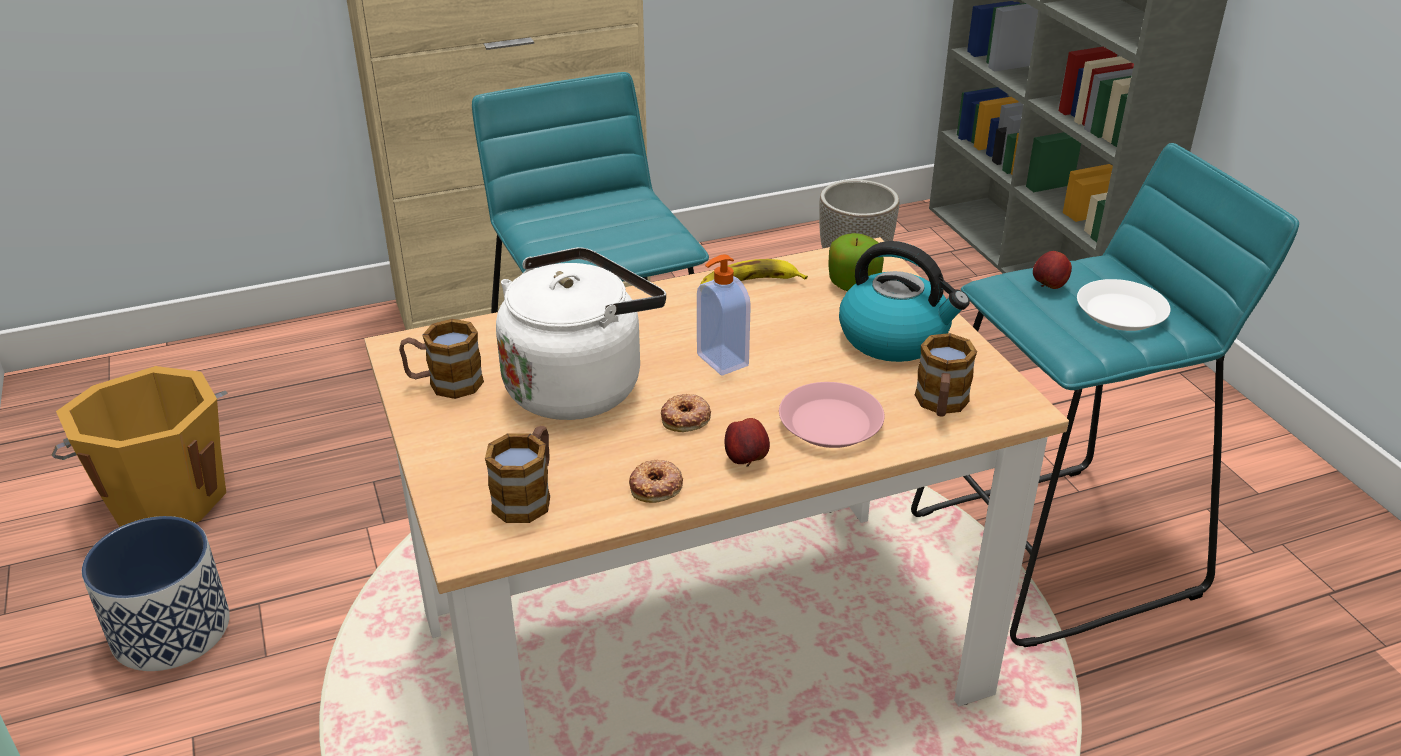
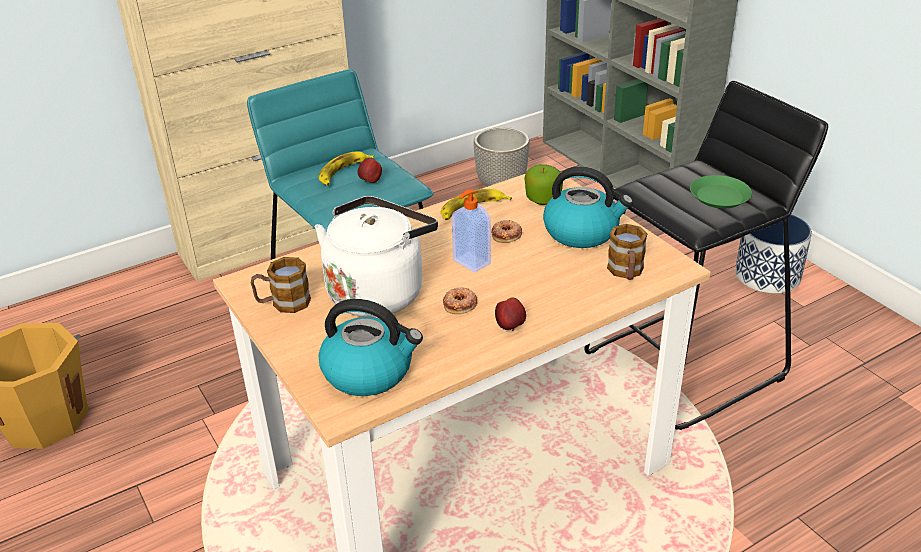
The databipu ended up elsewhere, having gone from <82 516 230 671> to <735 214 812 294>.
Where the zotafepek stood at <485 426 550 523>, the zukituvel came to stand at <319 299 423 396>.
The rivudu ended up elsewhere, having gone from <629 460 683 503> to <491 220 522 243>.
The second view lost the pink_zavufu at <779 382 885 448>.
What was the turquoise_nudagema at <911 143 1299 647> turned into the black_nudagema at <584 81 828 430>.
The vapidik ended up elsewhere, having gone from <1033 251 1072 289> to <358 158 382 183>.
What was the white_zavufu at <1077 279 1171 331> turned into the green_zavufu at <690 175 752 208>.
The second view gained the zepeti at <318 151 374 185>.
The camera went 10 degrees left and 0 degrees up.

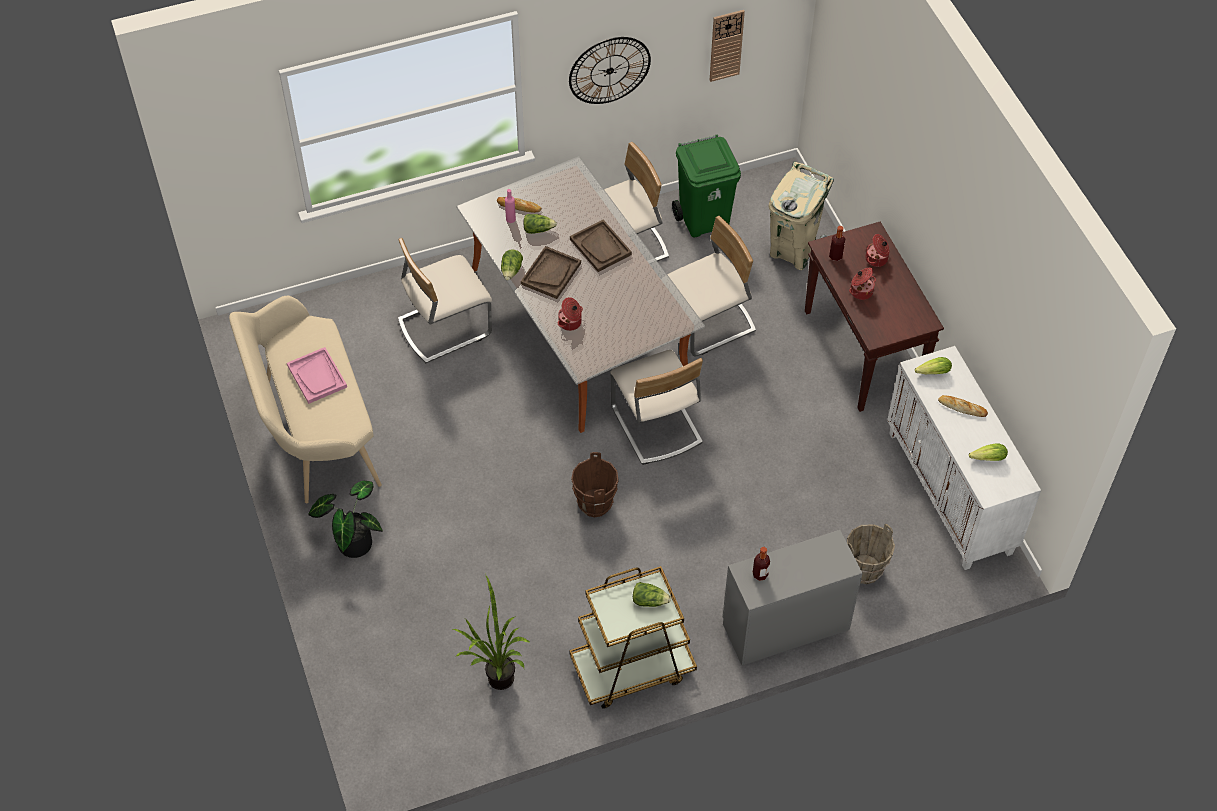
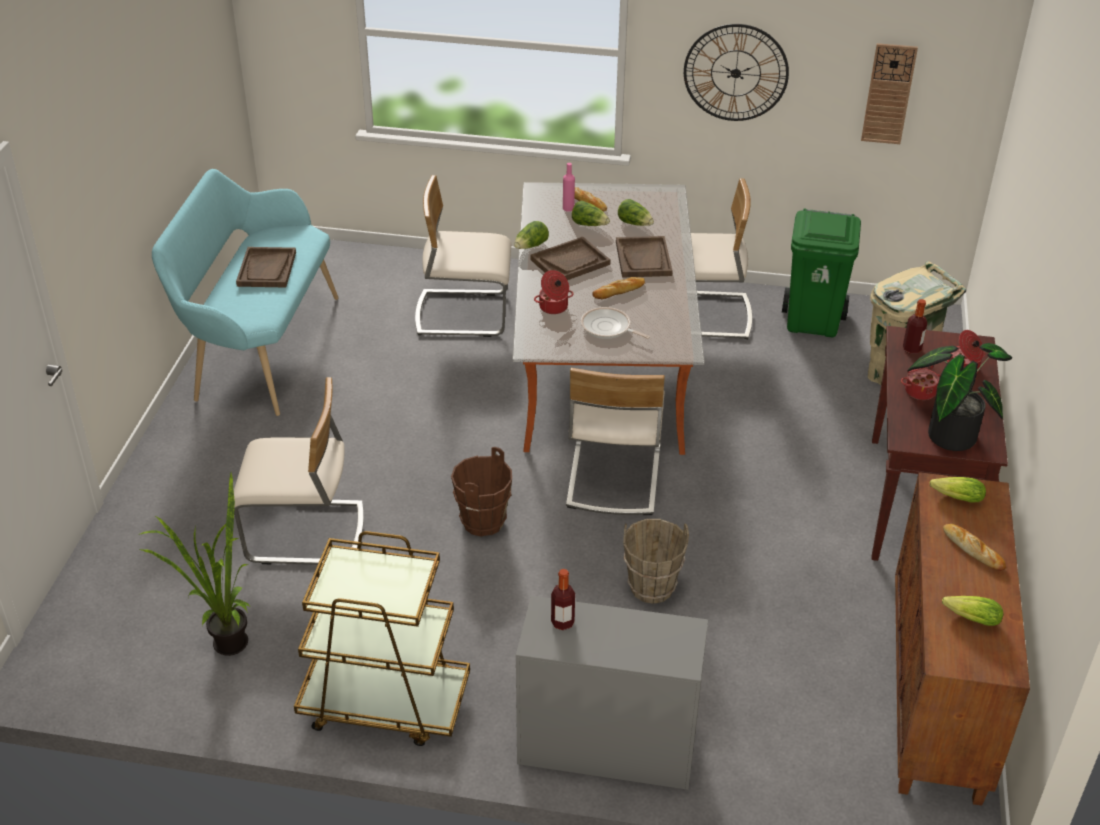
What was the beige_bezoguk at <229 296 382 503> turned into the turquoise_bezoguk at <152 169 338 416>.
What was the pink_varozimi at <287 347 347 404> turned into the brown_varozimi at <236 247 296 288>.
The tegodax ended up elsewhere, having gone from <308 481 383 558> to <908 343 1012 451>.
The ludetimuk ended up elsewhere, having gone from <633 582 671 607> to <618 199 654 226>.
The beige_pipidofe ended up elsewhere, having gone from <667 216 756 356> to <234 377 364 565>.
The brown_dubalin ended up elsewhere, having gone from <847 524 895 584> to <623 519 689 604>.
What was the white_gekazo at <887 346 1041 570> turned into the brown_gekazo at <895 472 1030 806>.
The second view gained the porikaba at <581 307 650 339>.
The second view gained the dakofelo at <592 277 645 299>.
The camera went 30 degrees right and 15 degrees down.

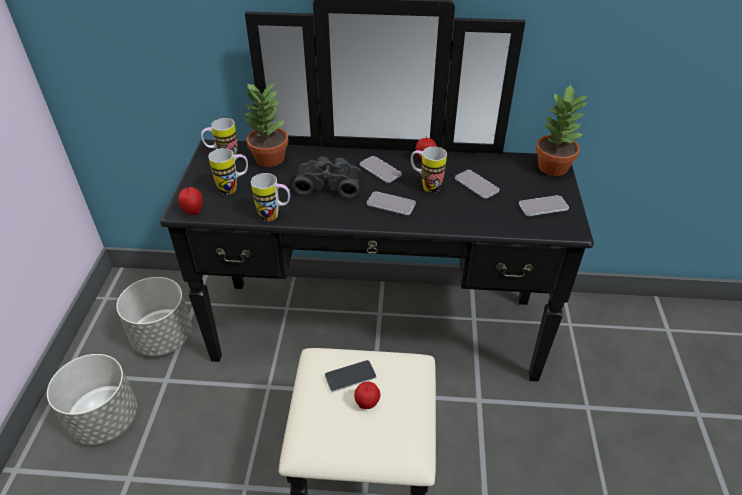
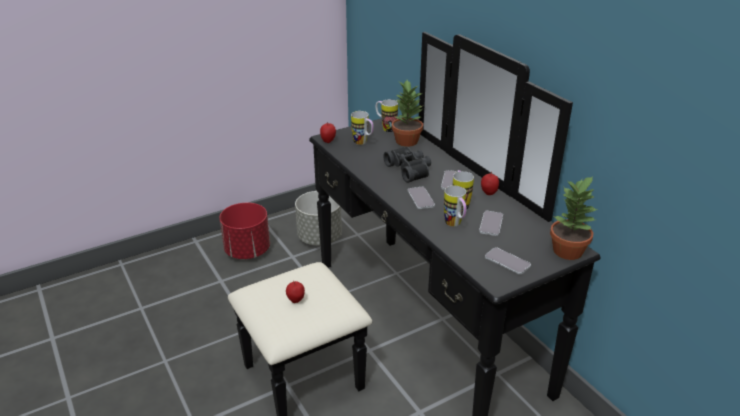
What was the grey_databipu at <47 354 137 445> turned into the red_databipu at <219 203 270 259>.
The zotafepek ended up elsewhere, having gone from <251 173 290 221> to <444 185 466 227>.
The second view lost the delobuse at <325 360 377 392>.
The camera went 55 degrees right and 10 degrees down.

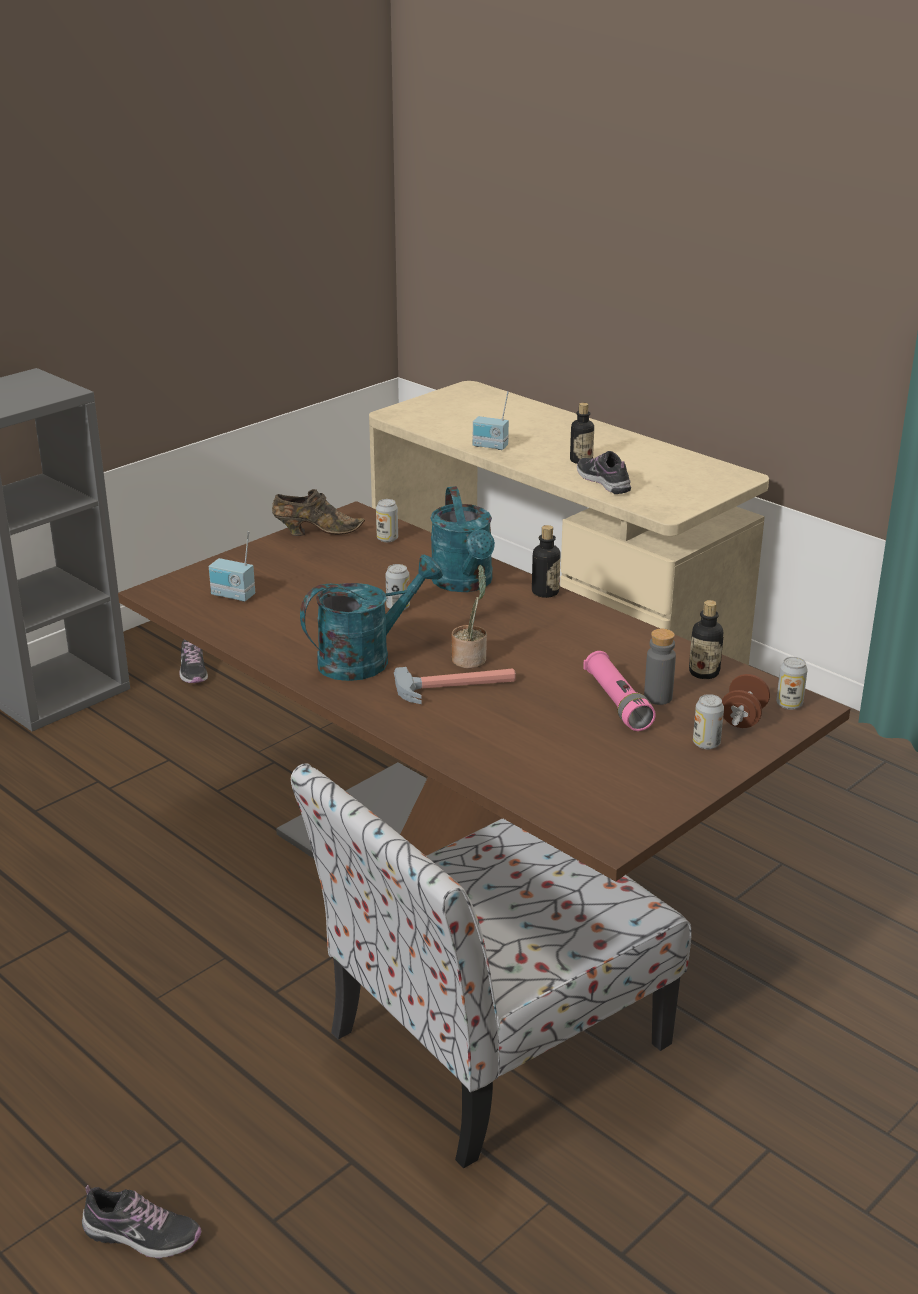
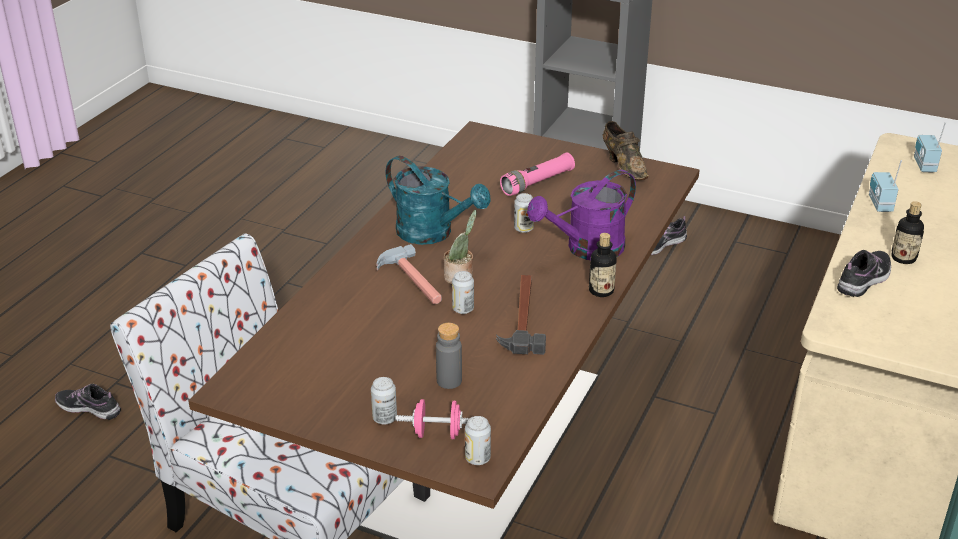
The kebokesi at <82 1185 202 1258> ended up facing another way, 120 degrees clockwise from before.
The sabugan ended up elsewhere, having gone from <209 531 255 602> to <914 122 946 172>.
The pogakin ended up elsewhere, having gone from <376 499 398 542> to <452 271 474 314>.
What was the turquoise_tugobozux at <430 486 495 592> turned into the purple_tugobozux at <527 170 636 260>.
The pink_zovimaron ended up elsewhere, having gone from <583 651 656 731> to <500 152 575 196>.
The second view lost the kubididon at <689 600 723 679>.
What was the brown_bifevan at <722 674 770 728> turned into the pink_bifevan at <396 399 470 439>.
The second view gained the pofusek at <496 275 546 355>.
The camera went 70 degrees right and 5 degrees up.

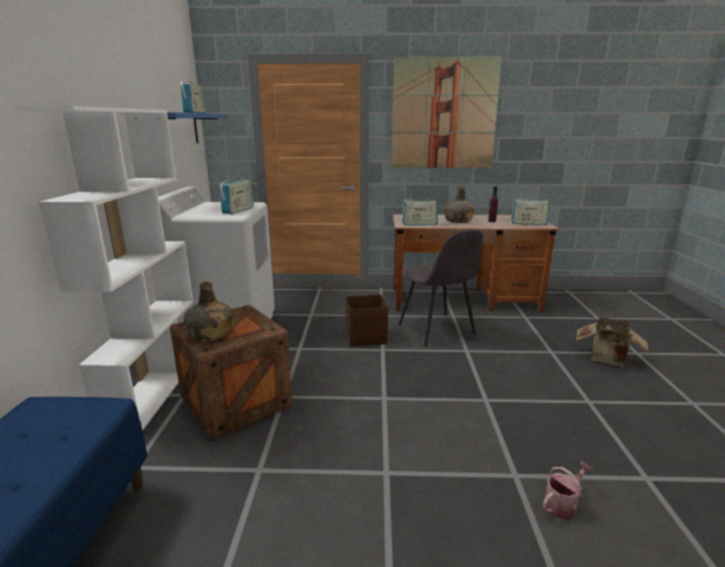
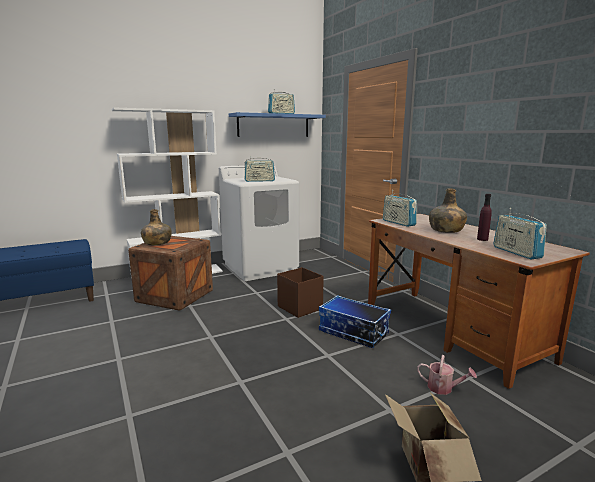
The second view lost the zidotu at <392 57 502 168>.
Where the grey_pipidofe stood at <399 229 483 346>, the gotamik came to stand at <319 295 391 348>.
The tugobozux ended up elsewhere, having gone from <543 461 593 520> to <417 355 477 395>.
The camera went 60 degrees right and 5 degrees down.

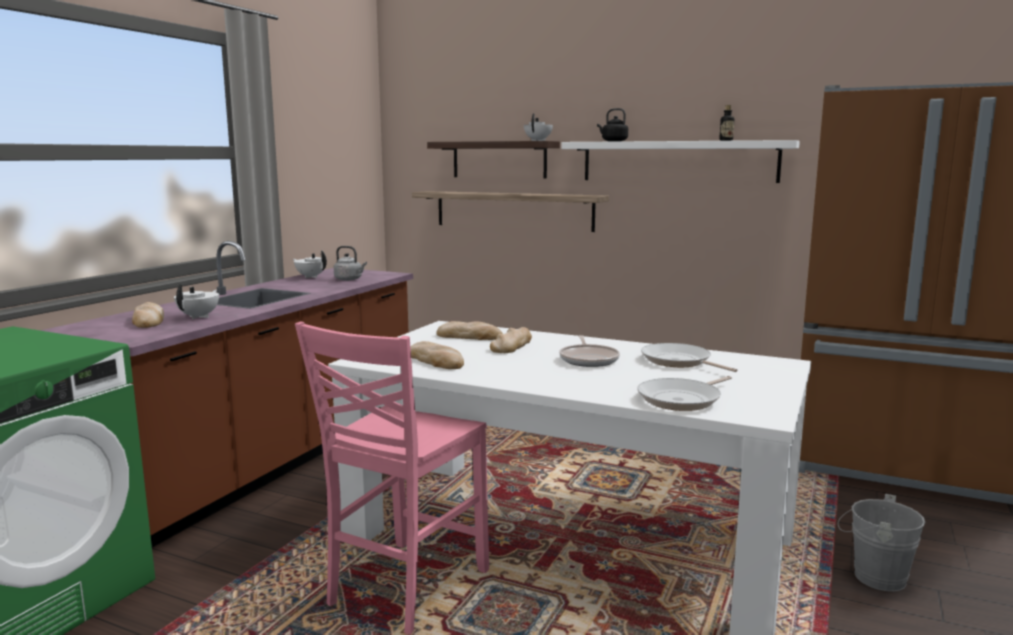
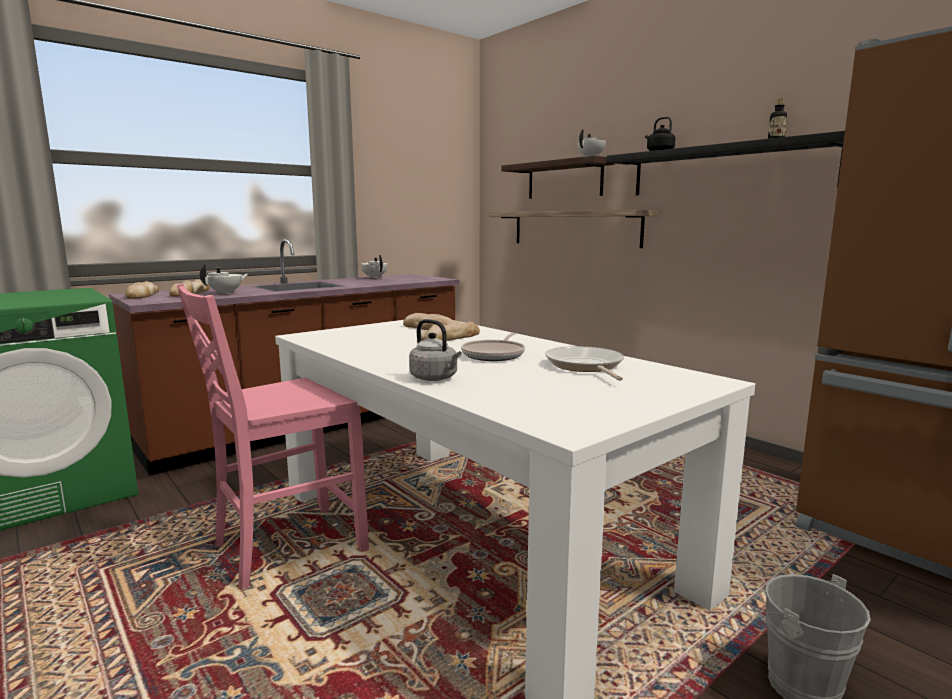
The grey_zukituvel ended up elsewhere, having gone from <334 246 367 281> to <409 319 462 381>.
The dakofelo ended up elsewhere, having gone from <411 341 464 369> to <125 281 159 299>.
What was the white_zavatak at <561 140 800 183> turned into the black_zavatak at <606 131 845 195>.
The second view lost the porikaba at <637 376 732 411>.
The camera went 25 degrees right and 0 degrees up.

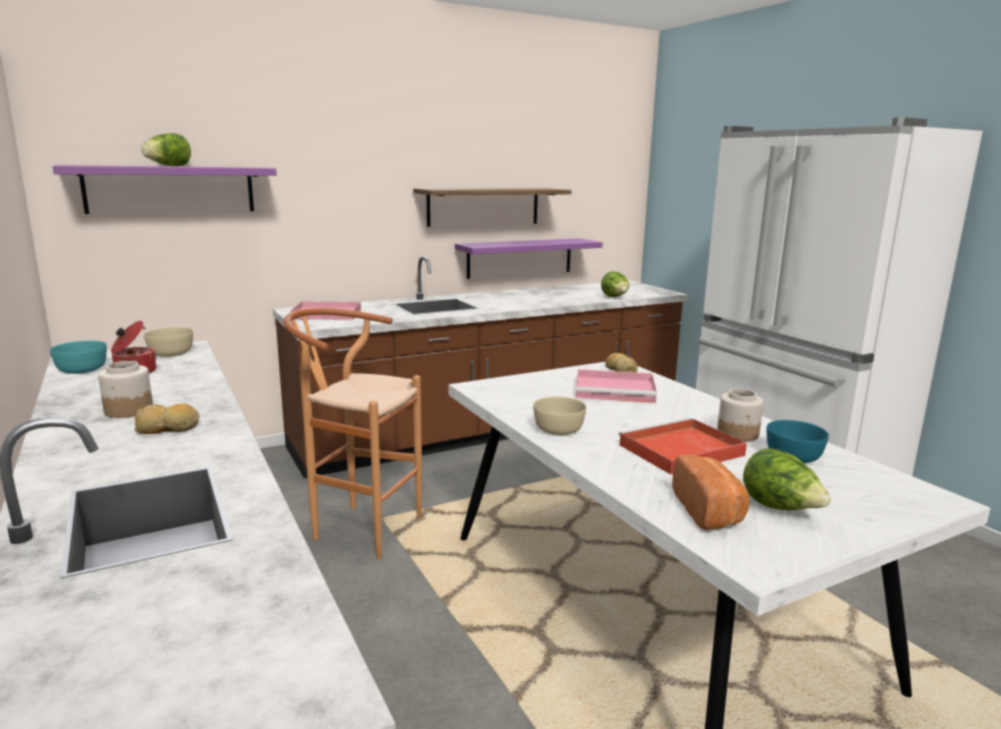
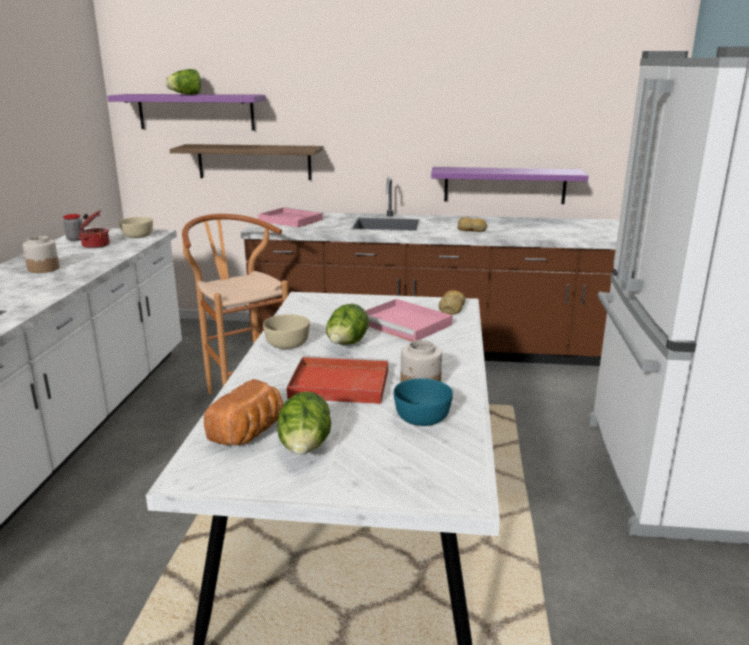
Where the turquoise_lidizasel stood at <50 341 107 374>, the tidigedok came to stand at <63 214 82 241>.
The dakofelo ended up elsewhere, having gone from <134 403 200 434> to <457 217 487 232>.
The zavatak ended up elsewhere, having gone from <413 188 572 227> to <169 144 323 180>.
The ludetimuk ended up elsewhere, having gone from <601 271 629 297> to <326 304 369 345>.
The camera went 35 degrees right and 5 degrees up.

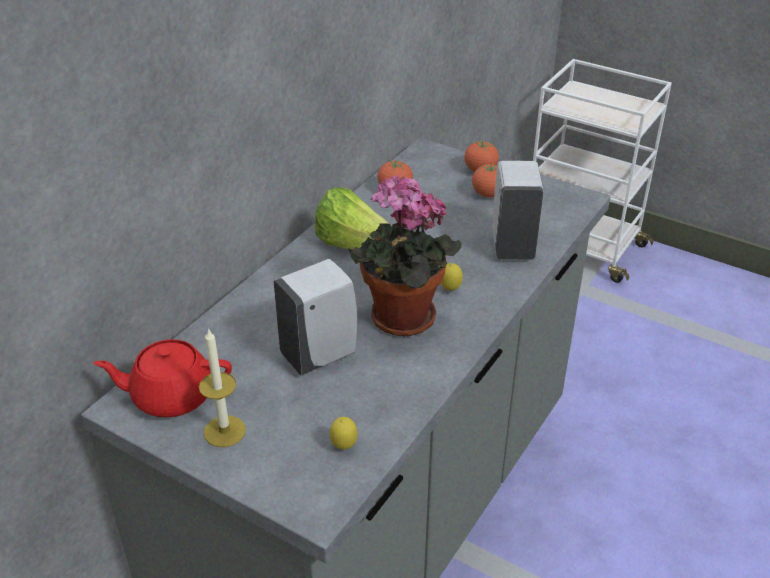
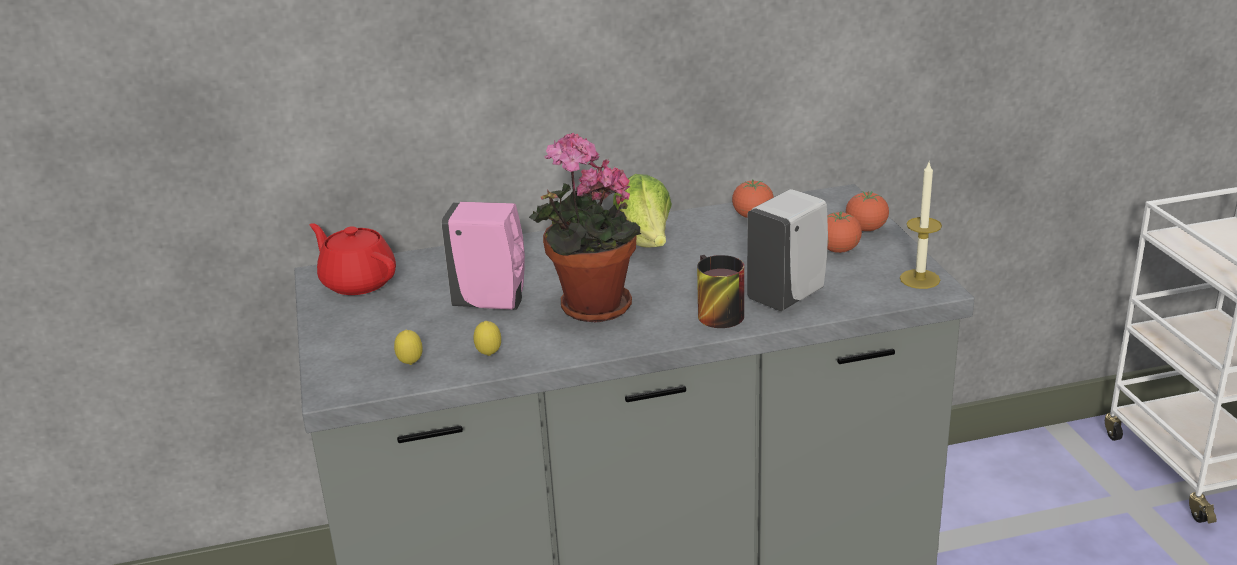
The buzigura ended up elsewhere, having gone from <199 328 246 447> to <900 160 942 289>.
What was the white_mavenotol at <274 259 358 375> turned into the pink_mavenotol at <441 202 525 310>.
The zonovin ended up elsewhere, having gone from <441 263 463 291> to <474 321 501 356>.
The second view gained the zotafepek at <697 255 744 328>.
The camera went 45 degrees right and 10 degrees down.

